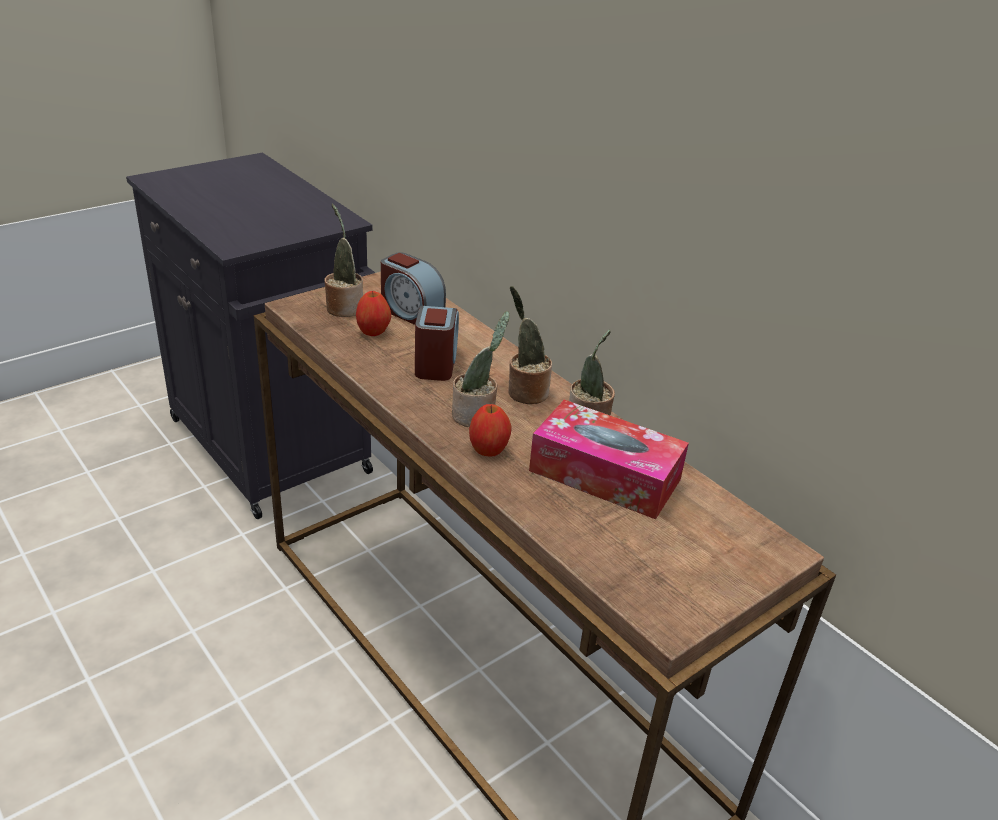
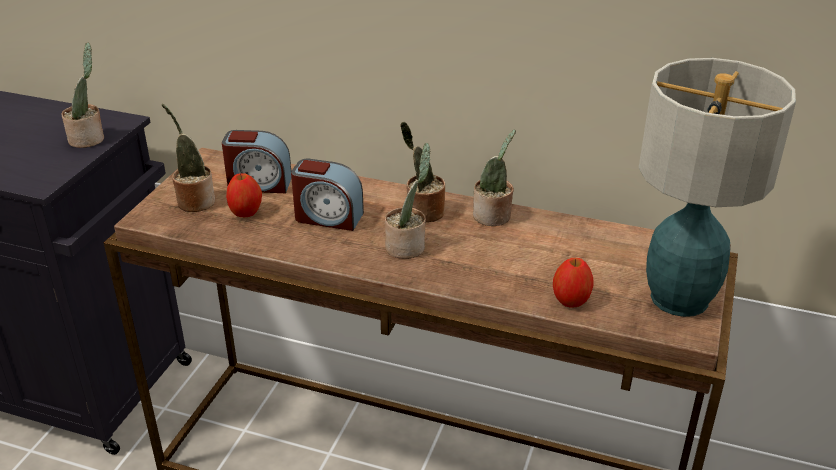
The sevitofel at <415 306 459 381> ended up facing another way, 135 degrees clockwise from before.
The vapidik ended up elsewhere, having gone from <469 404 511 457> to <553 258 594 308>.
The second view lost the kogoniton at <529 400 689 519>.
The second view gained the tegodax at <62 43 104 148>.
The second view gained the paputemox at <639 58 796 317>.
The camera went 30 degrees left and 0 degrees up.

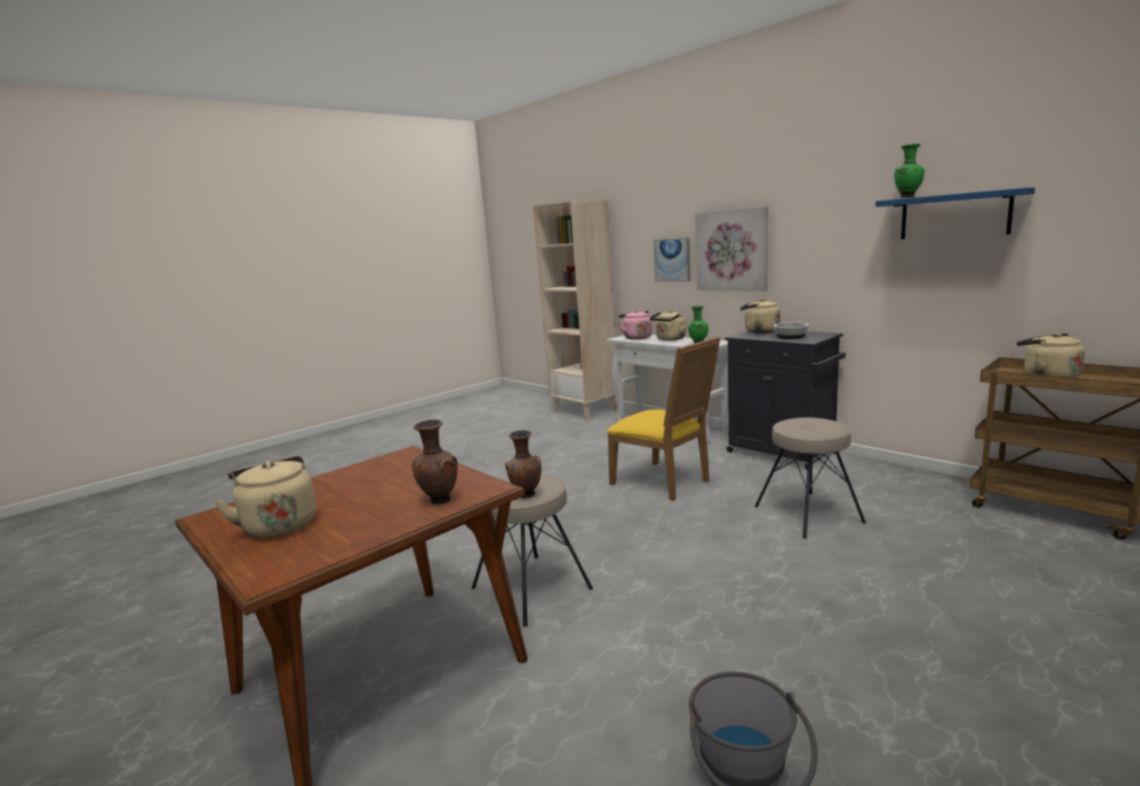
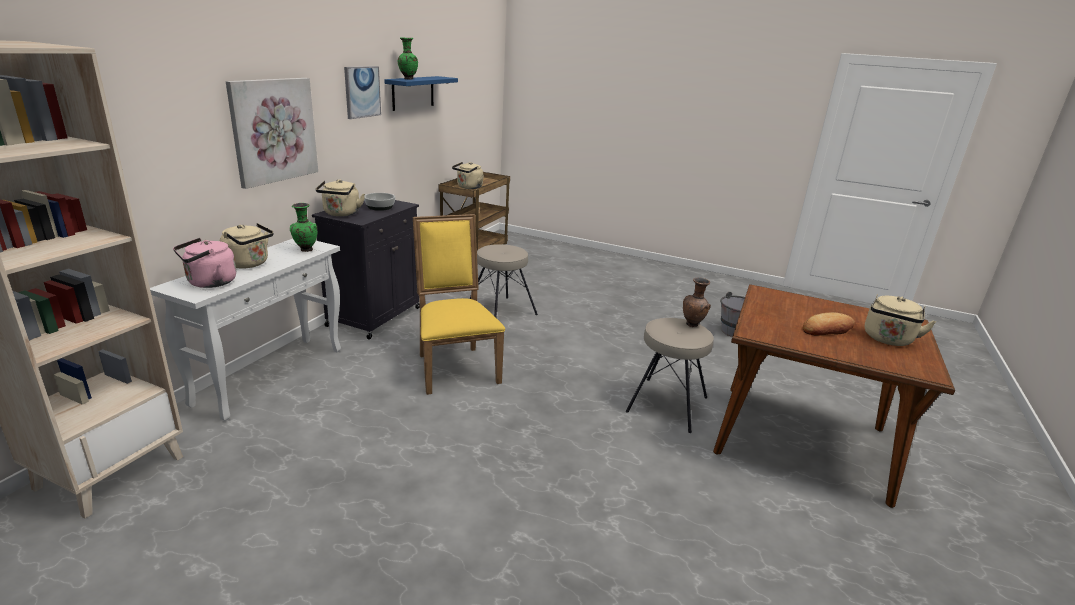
The second view lost the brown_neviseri at <412 419 458 504>.
The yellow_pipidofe at <607 337 720 501> ended up facing another way, 45 degrees counterclockwise from before.
The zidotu ended up elsewhere, having gone from <654 238 690 282> to <344 66 381 119>.
The second view gained the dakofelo at <803 312 855 336>.
The camera went 115 degrees left and 10 degrees up.

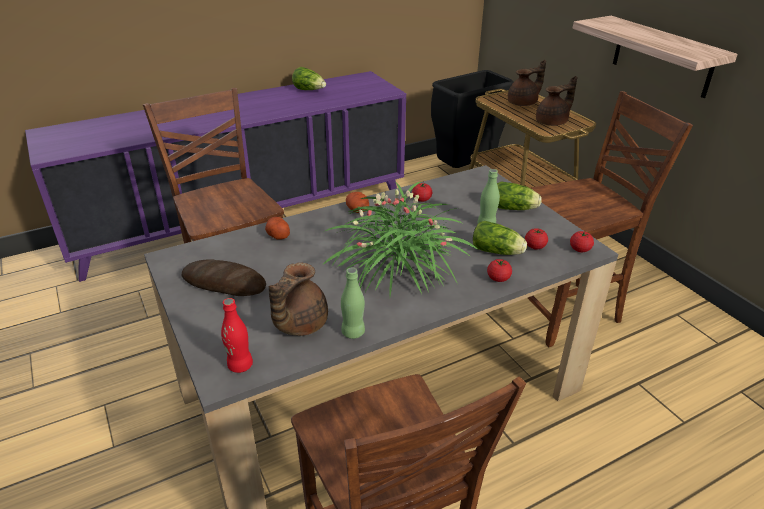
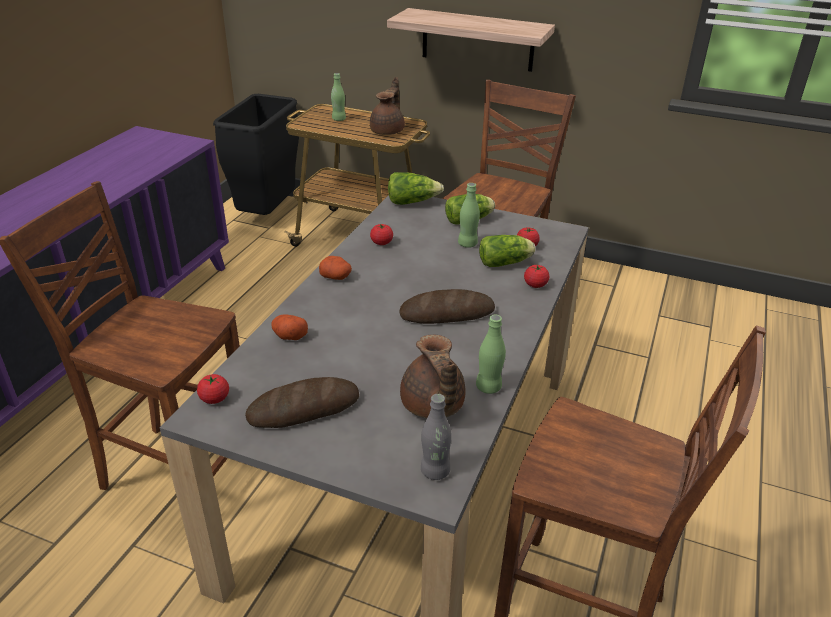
What was the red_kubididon at <221 298 253 373> turned into the grey_kubididon at <421 394 452 480>.
The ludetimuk ended up elsewhere, having gone from <292 67 326 90> to <388 172 444 205>.
Where the tegodax stood at <322 182 477 296>, the dakofelo came to stand at <399 289 495 324>.
Where the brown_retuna stood at <508 60 546 106>, the green_kubididon came to stand at <331 73 346 121>.
The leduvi ended up elsewhere, having gone from <570 231 594 252> to <197 374 229 404>.
The camera went 40 degrees left and 0 degrees up.

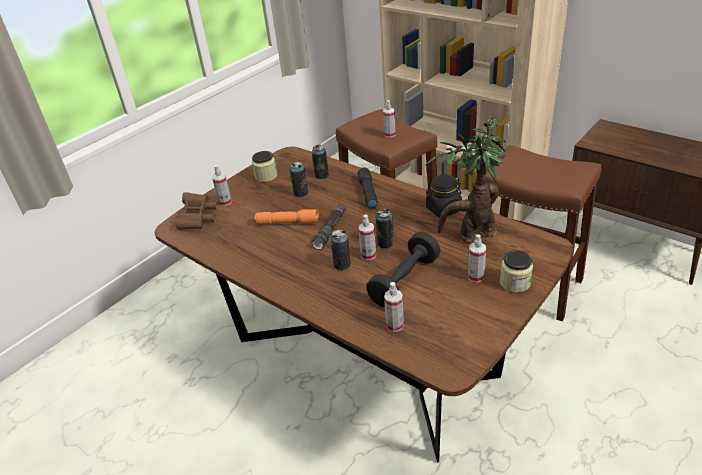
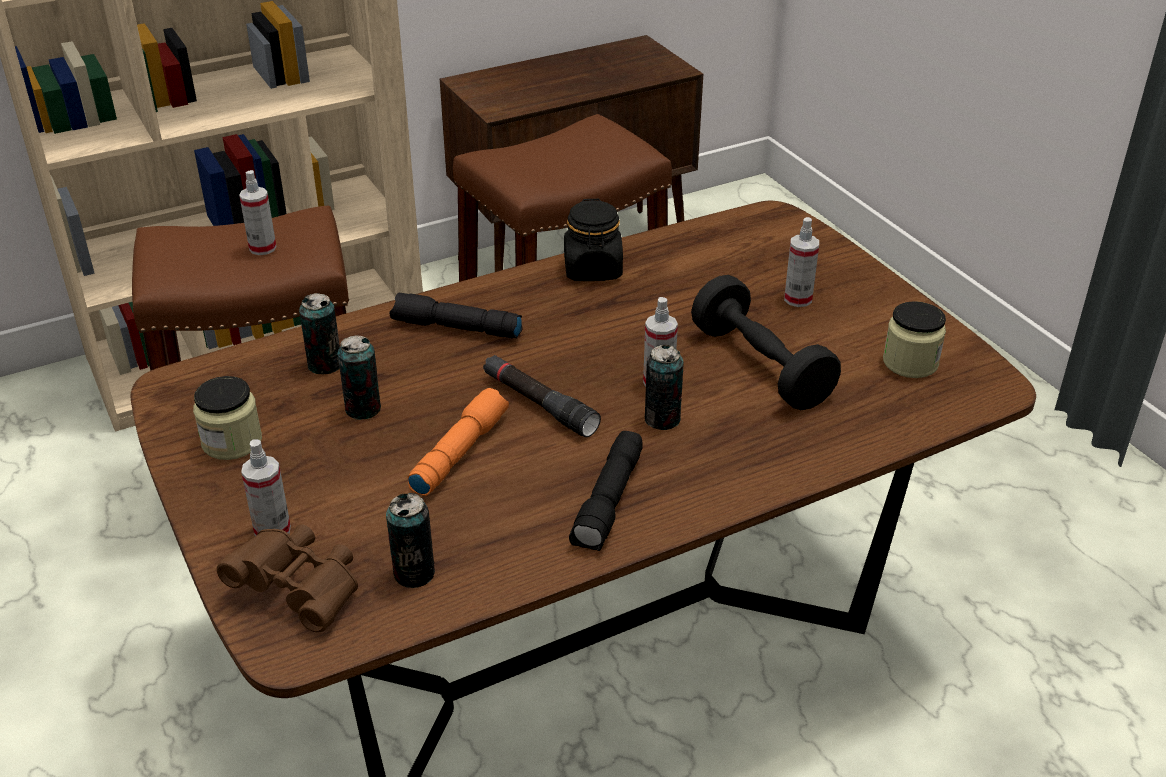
The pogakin ended up elsewhere, having gone from <376 209 394 249> to <386 493 435 588>.
The second view lost the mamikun at <384 282 404 332>.
The second view lost the tegodax at <425 118 505 242>.
The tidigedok ended up elsewhere, having gone from <500 250 533 293> to <883 301 946 378>.
The second view gained the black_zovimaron at <569 431 643 551>.
The camera went 70 degrees left and 0 degrees up.

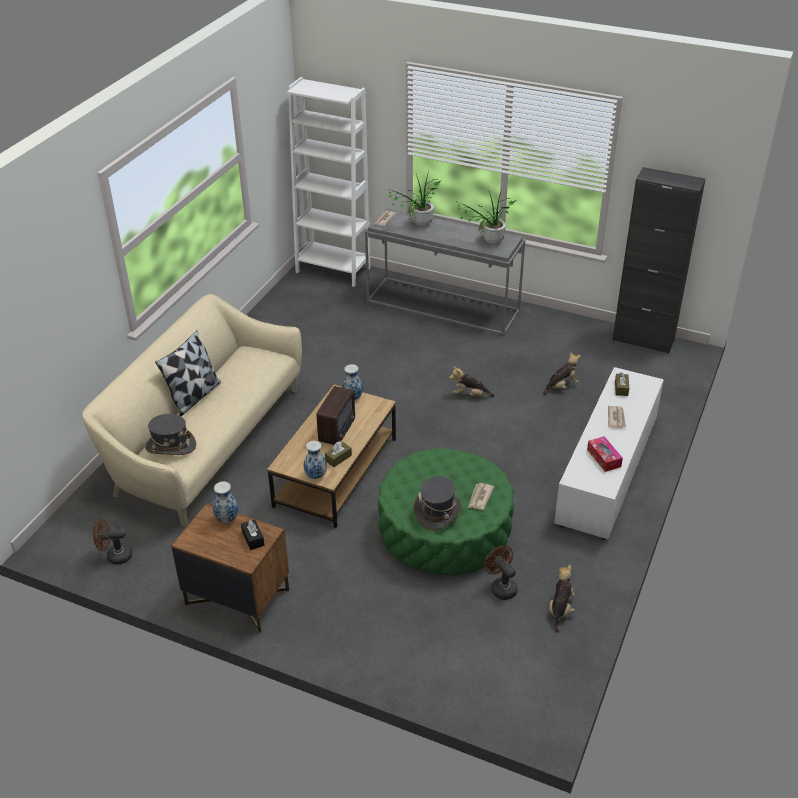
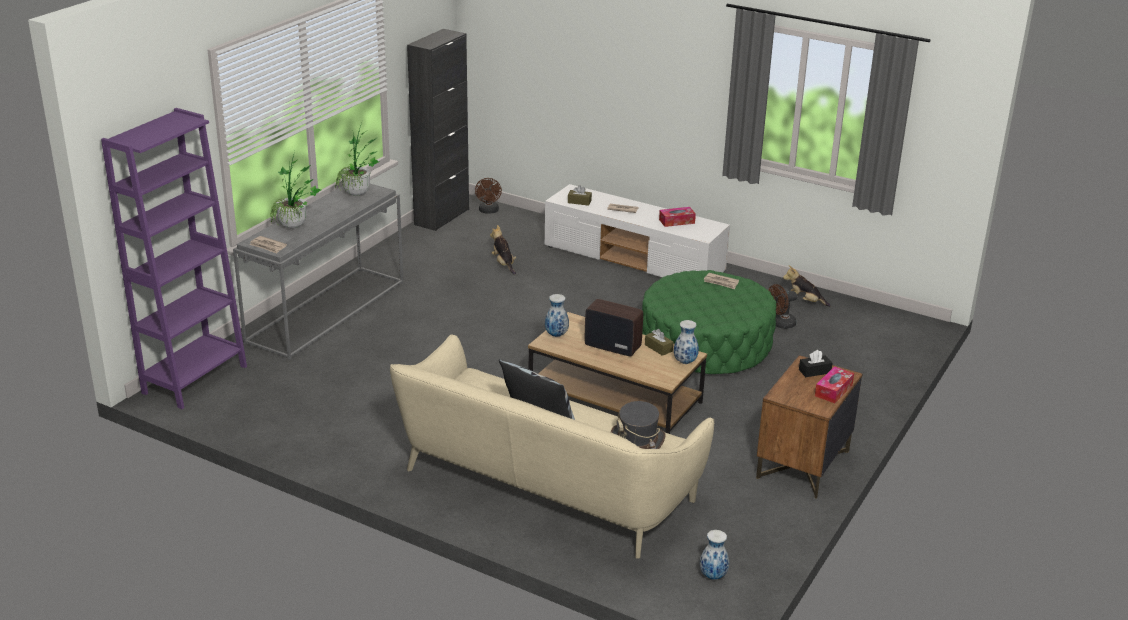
The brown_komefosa ended up elsewhere, having gone from <93 518 132 564> to <475 178 502 214>.
The neviseri ended up elsewhere, having gone from <213 481 238 523> to <699 530 729 580>.
What was the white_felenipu at <287 77 370 287> turned into the purple_felenipu at <101 108 247 409>.
The second view lost the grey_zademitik at <414 476 462 530>.
The second view lost the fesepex at <449 366 495 397>.
The second view gained the kogoniton at <815 366 854 403>.
The camera went 85 degrees left and 10 degrees down.

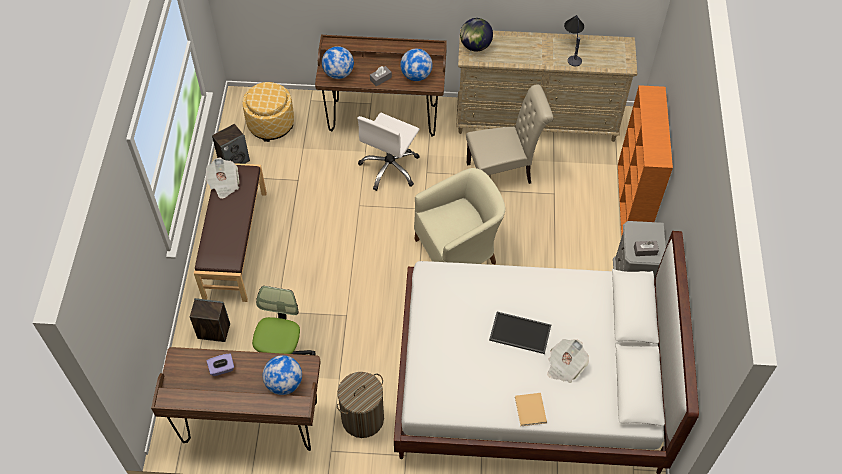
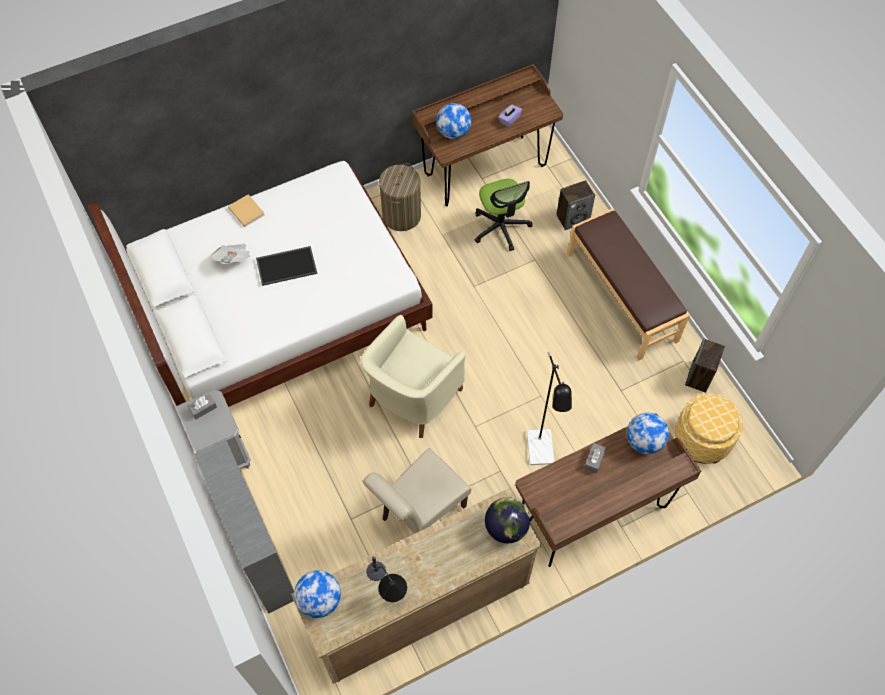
The second view lost the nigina at <205 158 239 199>.
Where the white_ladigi stood at <357 112 420 191>, the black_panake came to stand at <527 352 572 465>.
The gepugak ended up elsewhere, having gone from <400 49 433 81> to <294 570 341 618>.
What was the orange_felenipu at <618 85 673 237> turned into the grey_felenipu at <194 440 294 614>.
The camera went 150 degrees right and 5 degrees up.

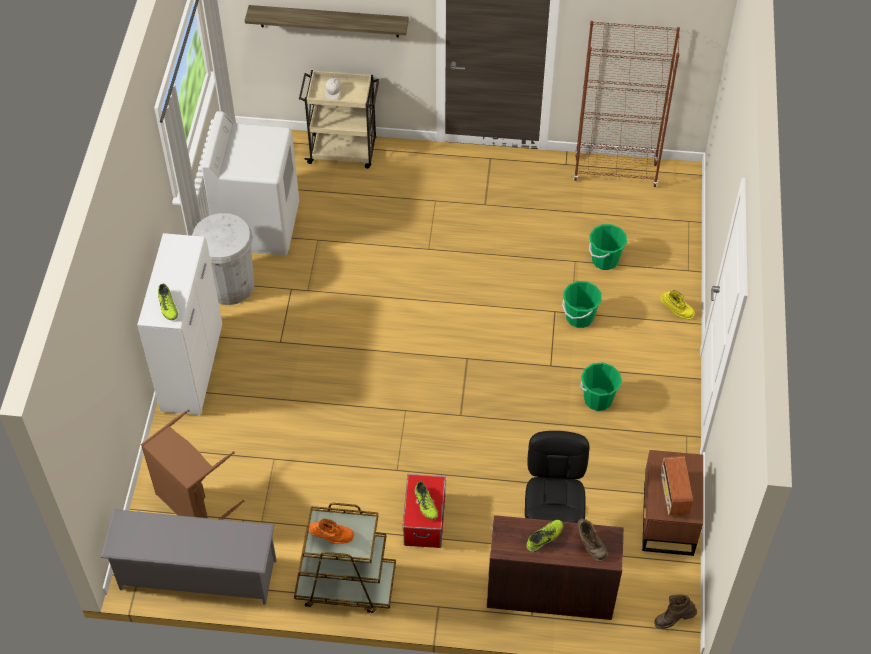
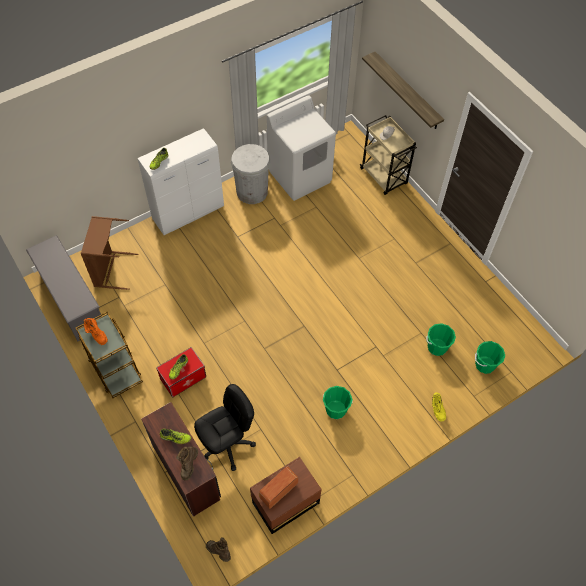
The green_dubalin ended up elsewhere, having gone from <562 281 602 328> to <475 341 505 374>.
The second view lost the brown_felenipu at <573 21 680 187>.
The camera went 50 degrees right and 5 degrees up.

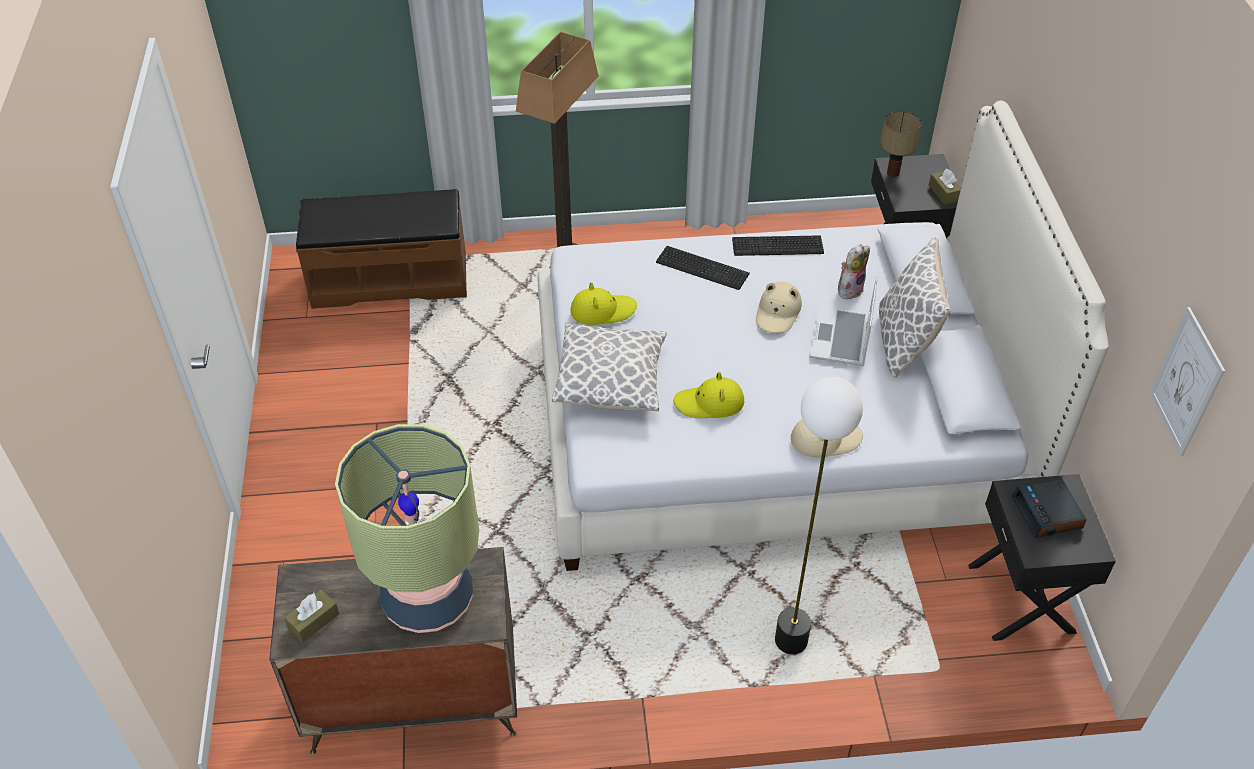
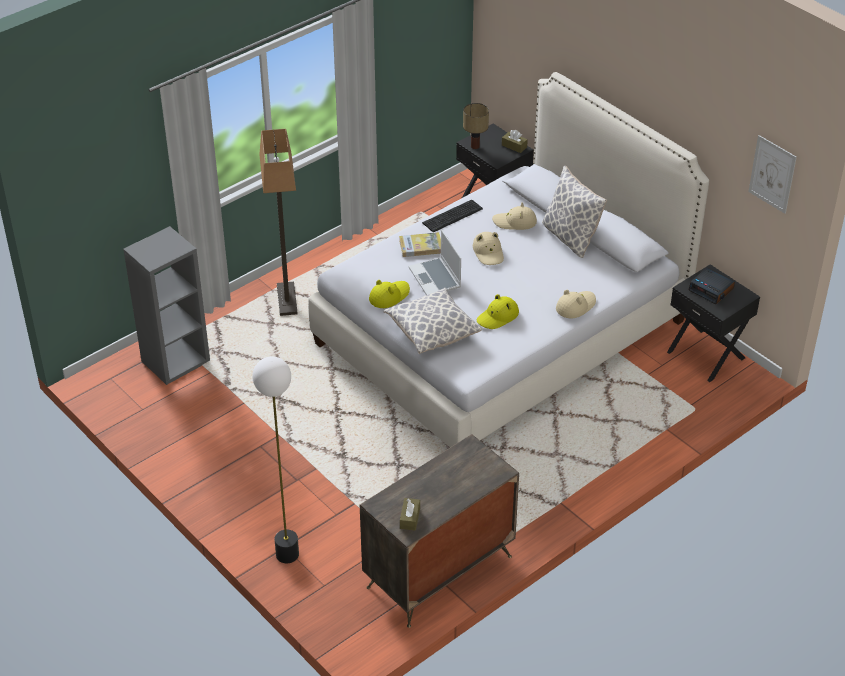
Where the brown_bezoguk stood at <296 189 467 309>, the grey_felenipu came to stand at <123 226 210 385>.
The second view lost the paputemox at <335 424 479 633>.
Where the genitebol stood at <656 246 750 290>, the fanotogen came to stand at <399 232 441 257>.
The panake ended up elsewhere, having gone from <775 377 863 654> to <252 356 299 563>.
The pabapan ended up elsewhere, having gone from <809 276 878 366> to <408 230 461 295>.
Where the fesepex stood at <838 244 870 299>, the beige_zademitik came to stand at <492 202 537 230>.
The camera went 35 degrees left and 5 degrees down.

